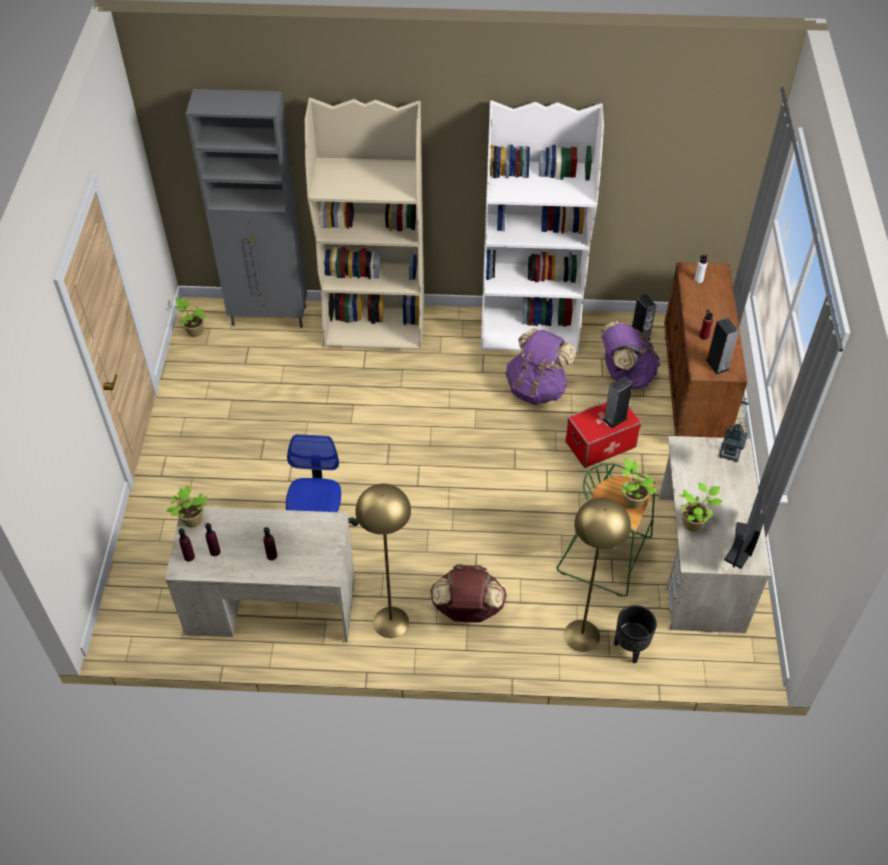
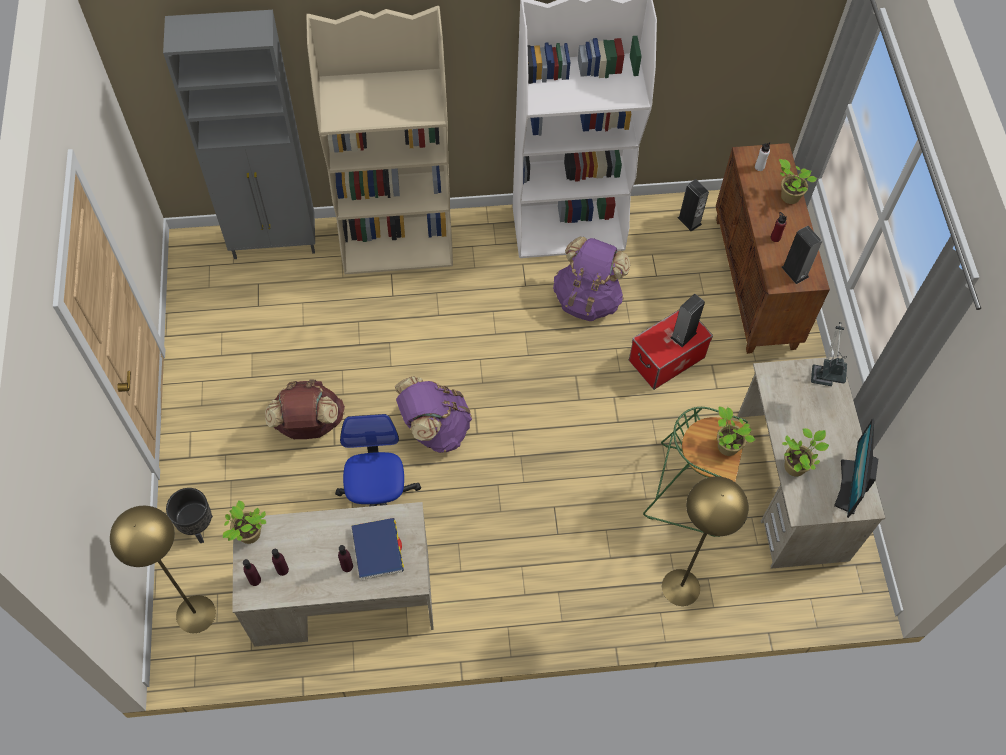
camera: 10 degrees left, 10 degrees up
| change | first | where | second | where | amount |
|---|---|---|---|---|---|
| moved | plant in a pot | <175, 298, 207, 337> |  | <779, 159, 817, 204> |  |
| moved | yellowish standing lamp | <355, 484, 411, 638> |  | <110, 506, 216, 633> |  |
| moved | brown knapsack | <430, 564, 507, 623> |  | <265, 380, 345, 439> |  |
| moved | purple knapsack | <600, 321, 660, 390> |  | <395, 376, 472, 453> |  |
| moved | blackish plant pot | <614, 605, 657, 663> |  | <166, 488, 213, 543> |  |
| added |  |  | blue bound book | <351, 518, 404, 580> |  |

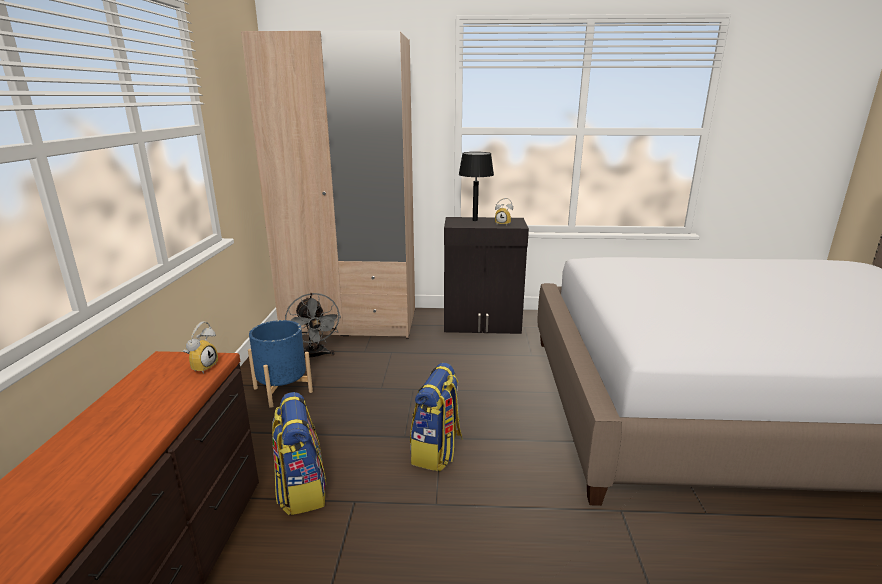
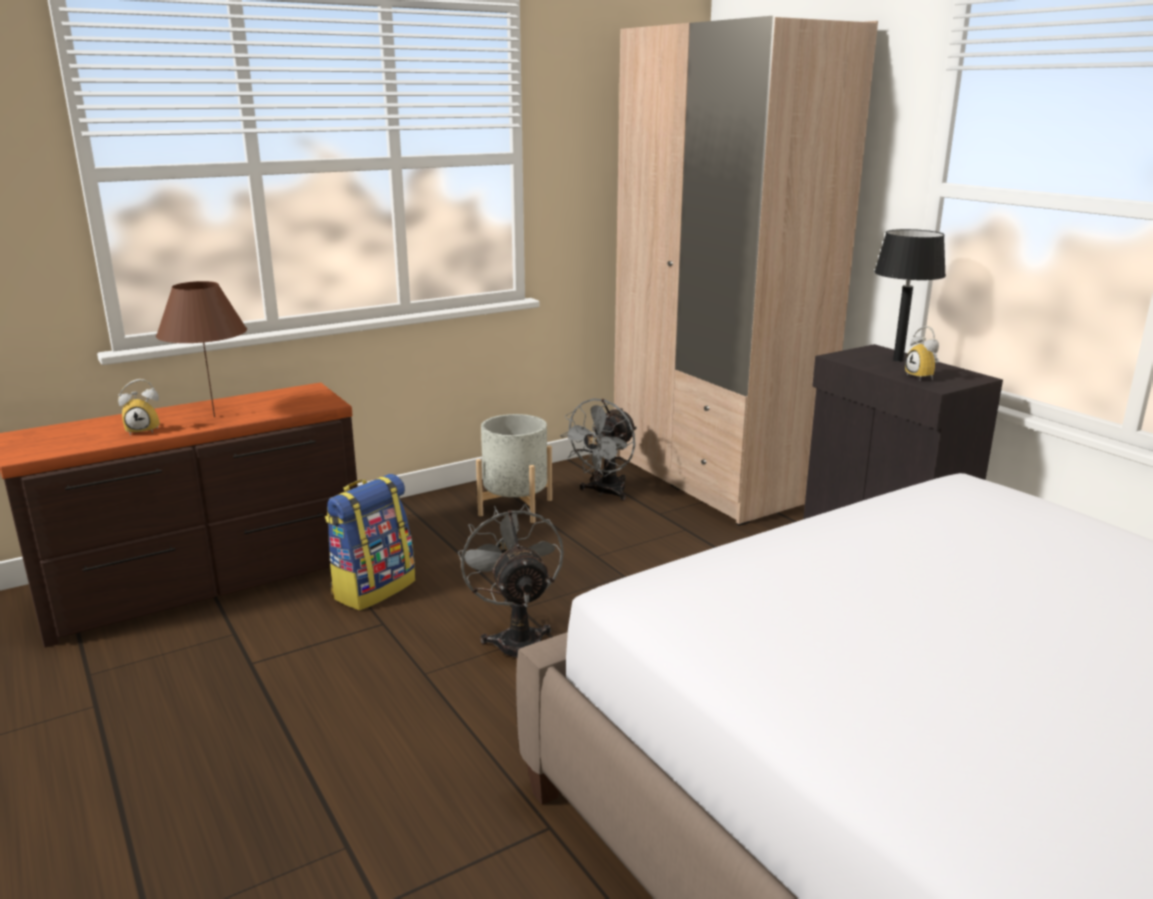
camera: 55 degrees right, 0 degrees up
| change | first | where | second | where | amount |
|---|---|---|---|---|---|
| moved | alarm clock | <183, 321, 218, 374> |  | <118, 379, 160, 436> |  |
| recoloured | blue plant pot | <248, 320, 313, 408> | gray plant pot | <476, 414, 552, 523> |  |
| replaced | knapsack | <410, 363, 463, 471> | gray cooling fan | <458, 504, 564, 658> |  |
| added |  |  | brown table lamp | <156, 281, 247, 417> |  |

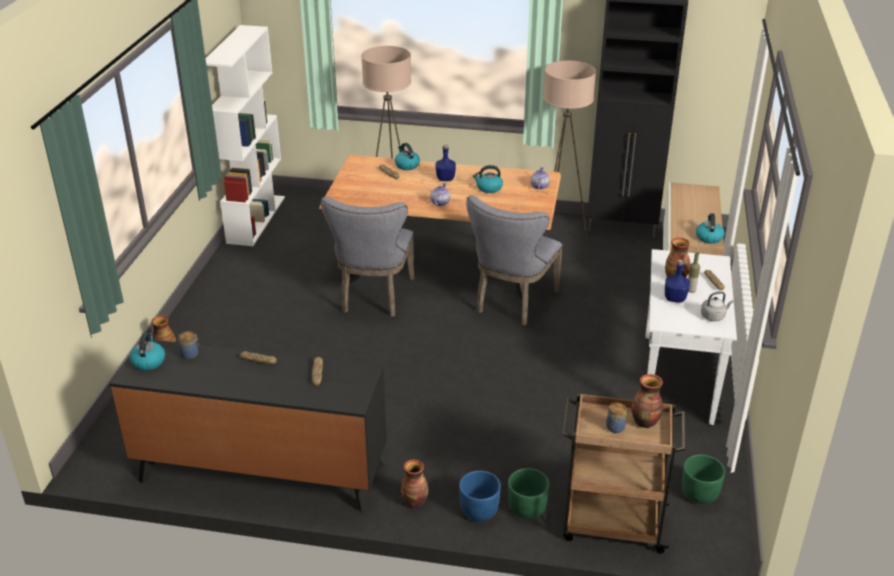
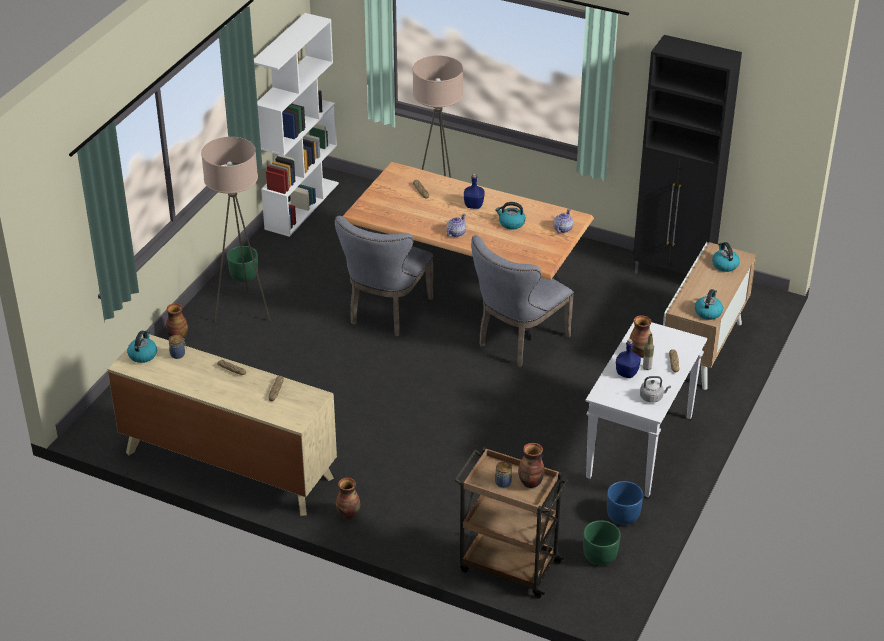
camera: 15 degrees right, 5 degrees up
| change | first | where | second | where | amount |
|---|---|---|---|---|---|
| recoloured | blackish chest of drawers | <109, 339, 387, 513> | sand-coloured chest of drawers | <107, 334, 337, 516> |  |
| moved | kettle | <395, 143, 420, 170> |  | <712, 242, 740, 272> |  |
| moved | blue plant pot | <459, 471, 501, 521> |  | <607, 481, 643, 525> |  |
| moved | green-coloured plant pot | <508, 468, 550, 519> |  | <227, 246, 258, 282> |  |
| moved | sand-coloured standing lamp | <542, 61, 596, 240> |  | <201, 137, 271, 323> |  |

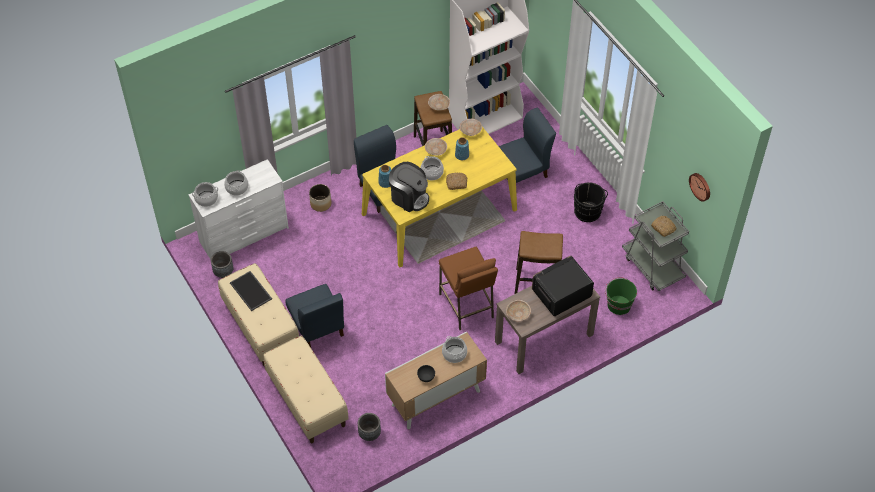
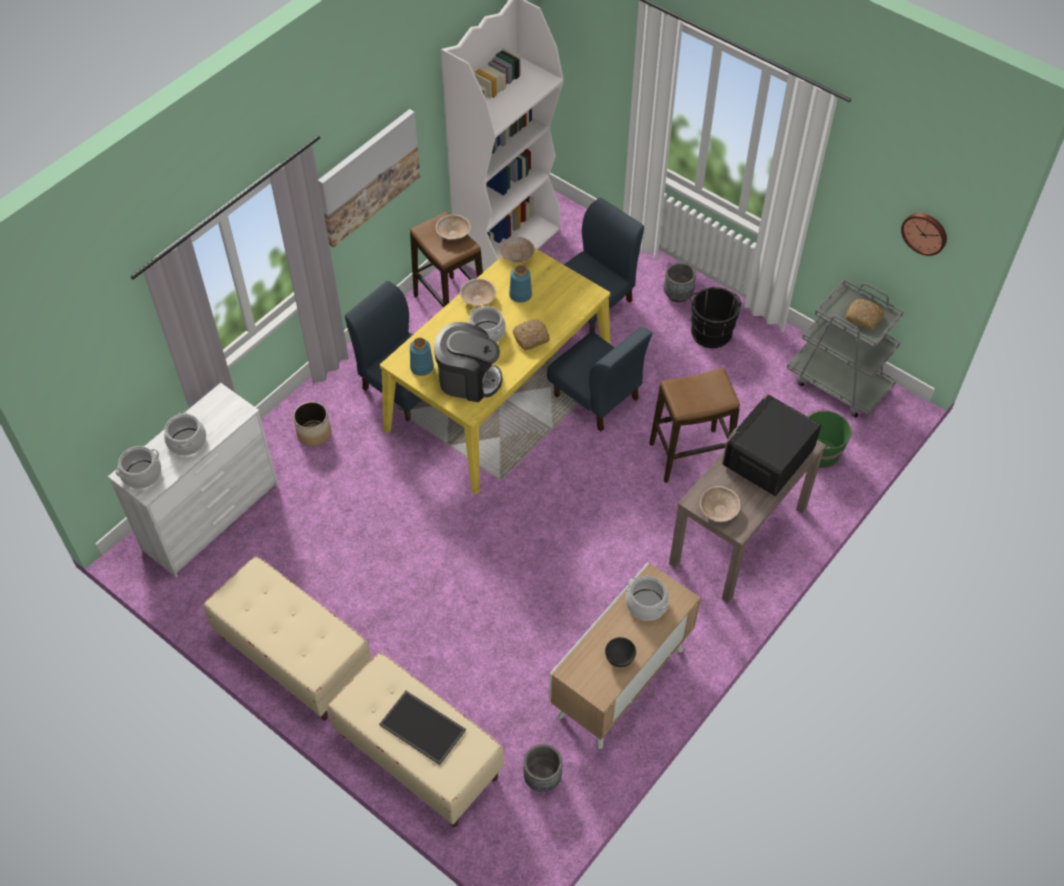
camera: 20 degrees left, 0 degrees up
| change | first | where | second | where | amount |
|---|---|---|---|---|---|
| moved | gray plant pot | <211, 251, 234, 278> |  | <664, 262, 696, 302> |  |
| moved | serving tray | <230, 271, 272, 311> |  | <379, 691, 466, 765> |  |
| moved | blue upright chair | <286, 284, 344, 347> |  | <547, 326, 652, 432> |  |
| removed | brown stool | <439, 247, 498, 330> |  |  |  |
| added |  |  | picture | <318, 109, 420, 248> |  |

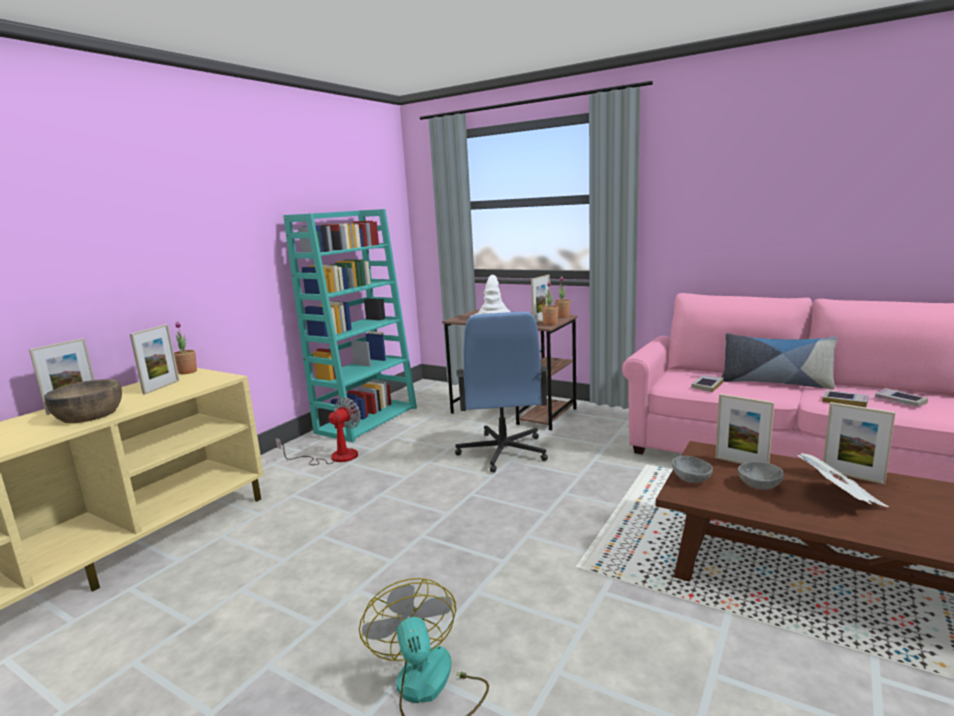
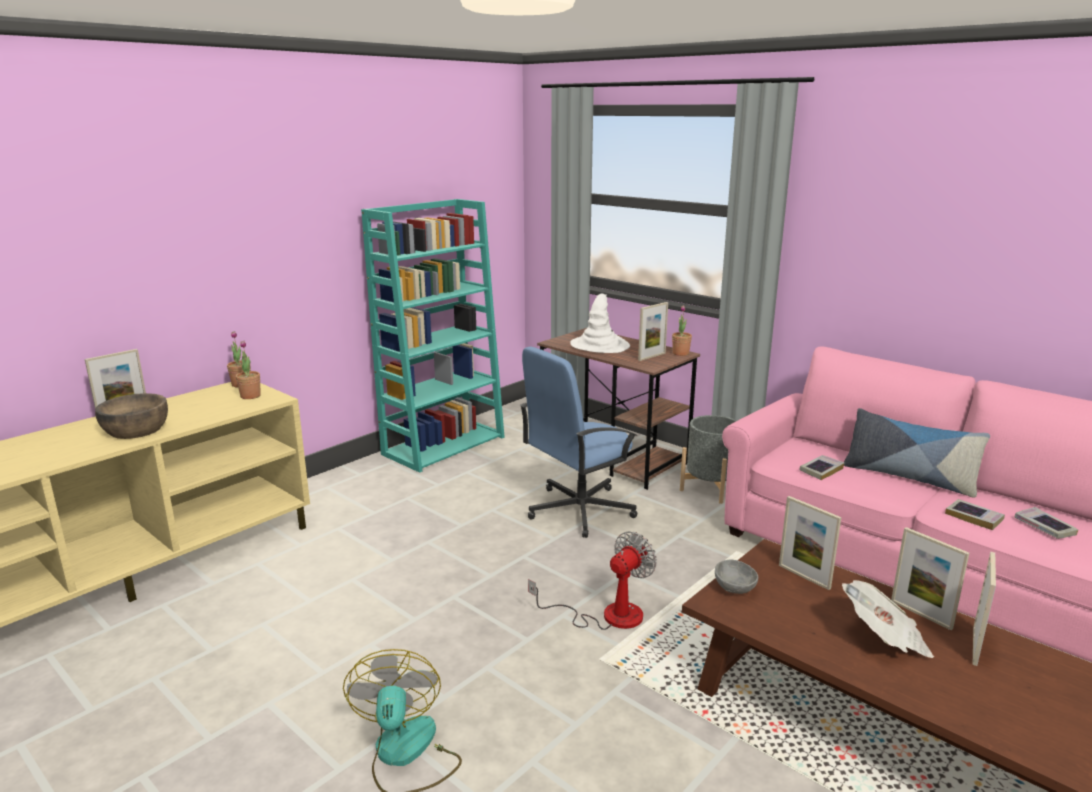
camera: 10 degrees right, 5 degrees up
| change | first | where | second | where | amount |
|---|---|---|---|---|---|
| moved | standing frame | <130, 324, 179, 395> |  | <972, 552, 996, 666> |  |
| moved | cooling fan | <275, 397, 361, 465> |  | <528, 531, 657, 630> |  |
| turned | blue office chair | <455, 312, 548, 473> |  | <520, 347, 637, 538> | 45 degrees clockwise |
| moved | plant in a pot | <542, 281, 558, 325> |  | <236, 340, 261, 399> |  |
| removed | gray bowl | <738, 462, 784, 490> |  |  |  |
| added |  |  | gray plant pot | <680, 415, 737, 504> |  |

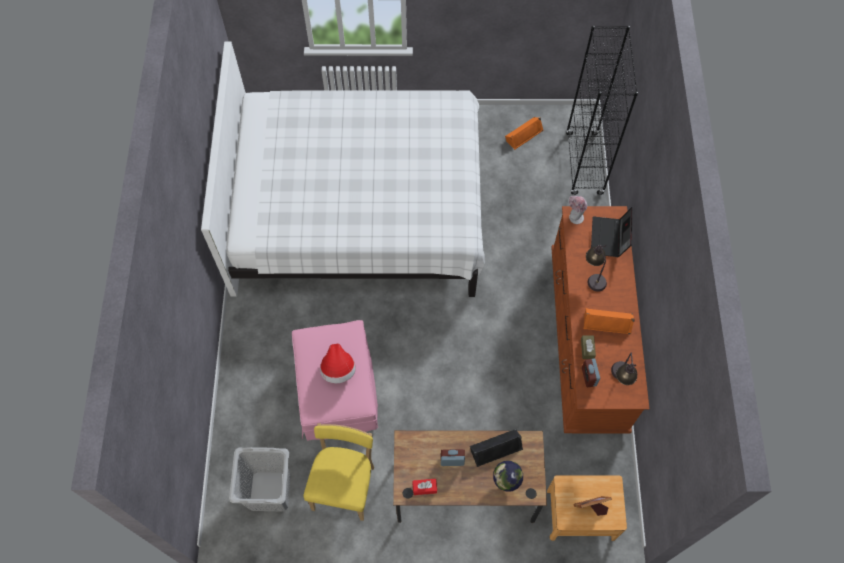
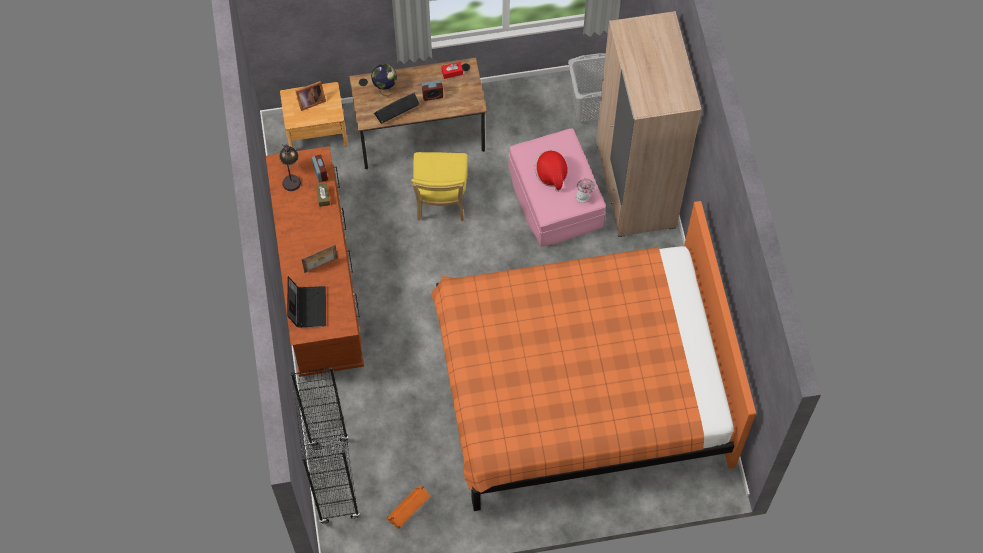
camera: 170 degrees right, 0 degrees up
| change | first | where | second | where | amount |
|---|---|---|---|---|---|
| recoloured | white-coloured sleeping bed | <201, 41, 485, 297> | orange sleeping bed | <431, 201, 756, 511> |  |
| moved | yellowish upright chair | <304, 423, 374, 521> |  | <411, 152, 468, 221> |  |
| moved | hat | <569, 196, 587, 224> |  | <575, 178, 596, 203> |  |
| removed | orange loudspeaker | <584, 308, 635, 334> |  |  |  |
| replaced | table lamp | <586, 245, 607, 292> | standing frame | <301, 245, 338, 273> |  |
| added |  |  | sand-coloured armoire | <596, 11, 702, 237> |  |

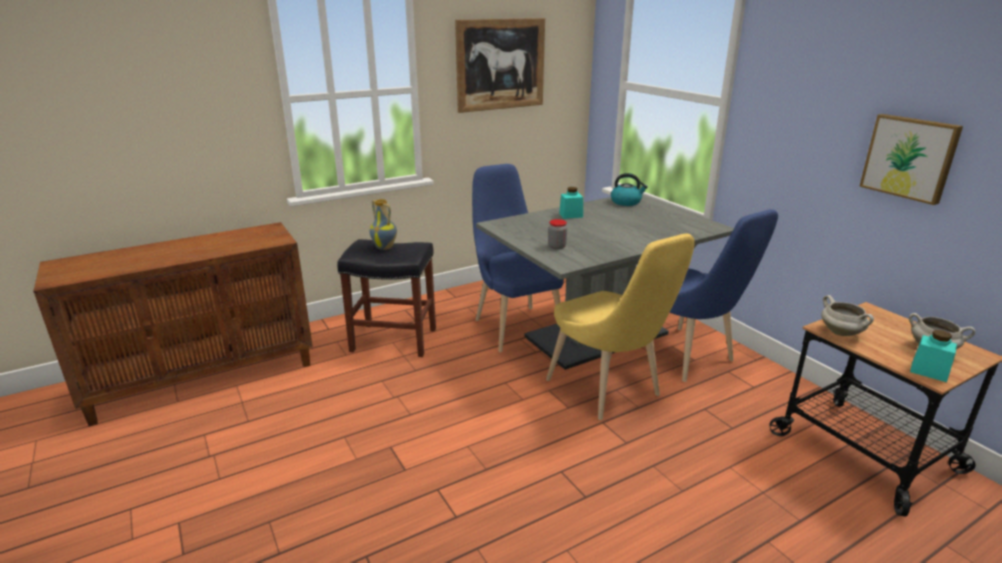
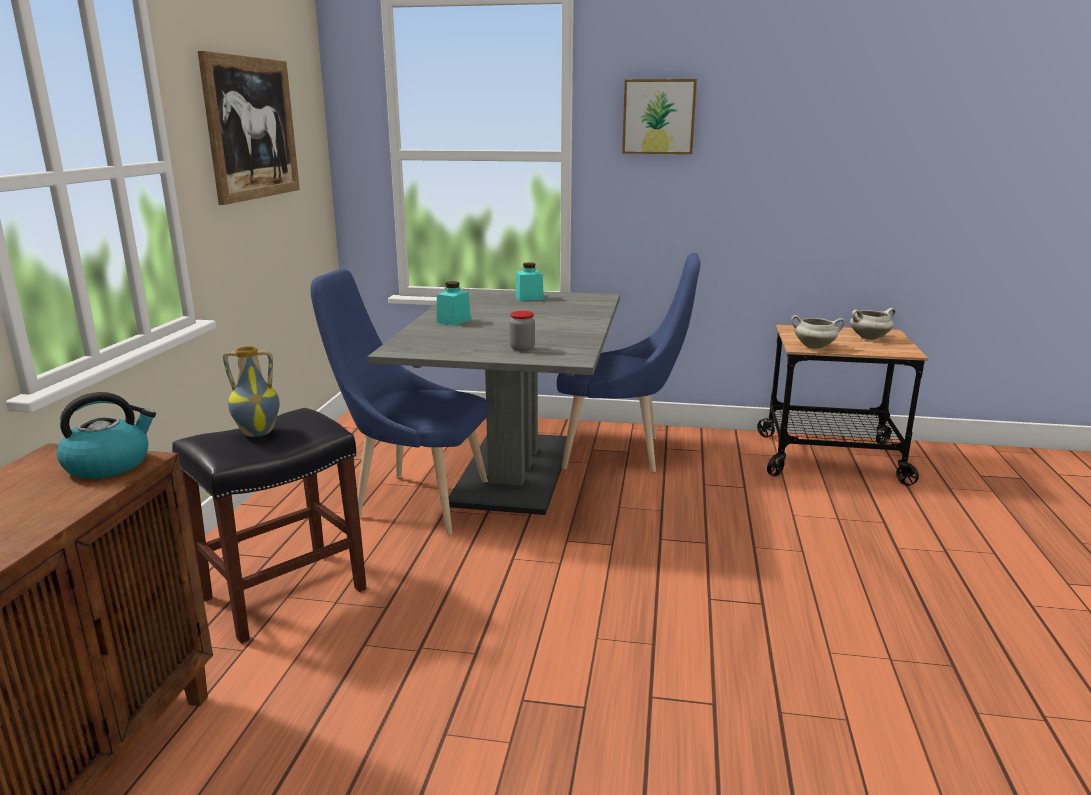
camera: 50 degrees left, 5 degrees down
| change | first | where | second | where | amount |
|---|---|---|---|---|---|
| removed | yellowish upright chair | <546, 233, 695, 420> |  |  |  |
| moved | kettle | <611, 173, 648, 206> |  | <57, 392, 156, 479> |  |
| moved | picture | <859, 114, 963, 205> |  | <622, 79, 697, 154> |  |
| moved | turquoise-coloured storage jar | <910, 330, 957, 382> |  | <516, 262, 544, 301> |  |

